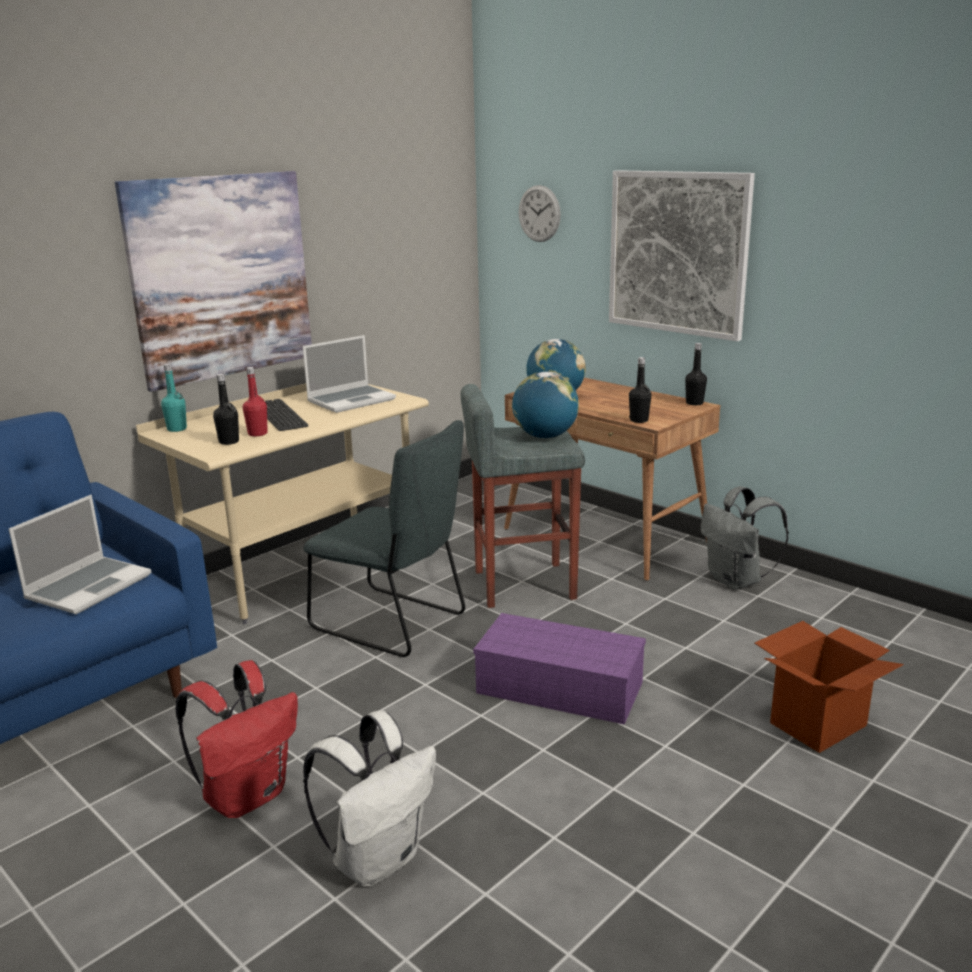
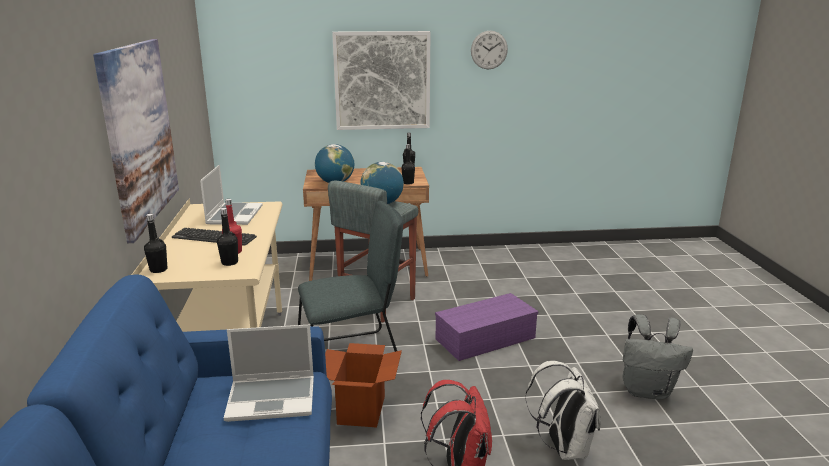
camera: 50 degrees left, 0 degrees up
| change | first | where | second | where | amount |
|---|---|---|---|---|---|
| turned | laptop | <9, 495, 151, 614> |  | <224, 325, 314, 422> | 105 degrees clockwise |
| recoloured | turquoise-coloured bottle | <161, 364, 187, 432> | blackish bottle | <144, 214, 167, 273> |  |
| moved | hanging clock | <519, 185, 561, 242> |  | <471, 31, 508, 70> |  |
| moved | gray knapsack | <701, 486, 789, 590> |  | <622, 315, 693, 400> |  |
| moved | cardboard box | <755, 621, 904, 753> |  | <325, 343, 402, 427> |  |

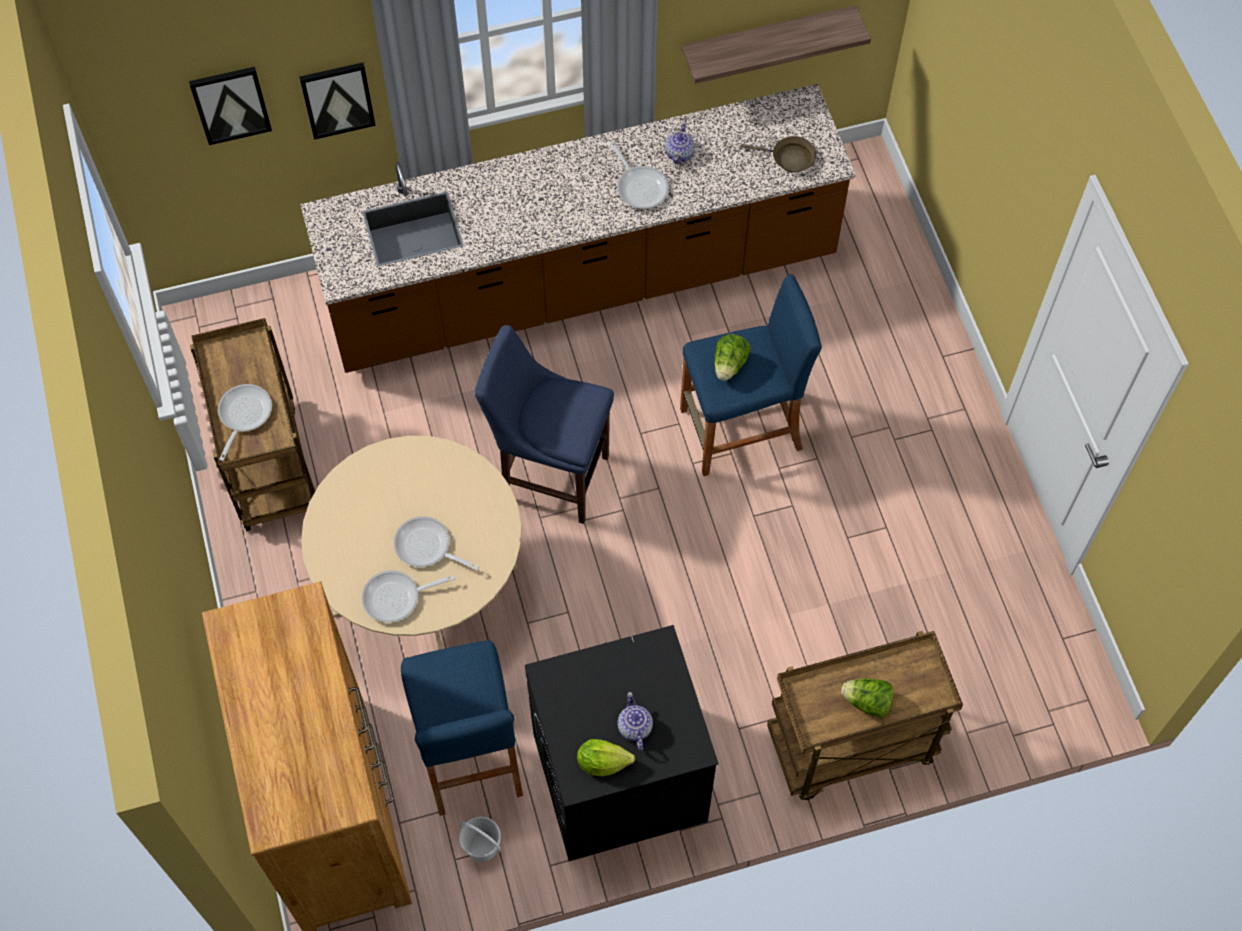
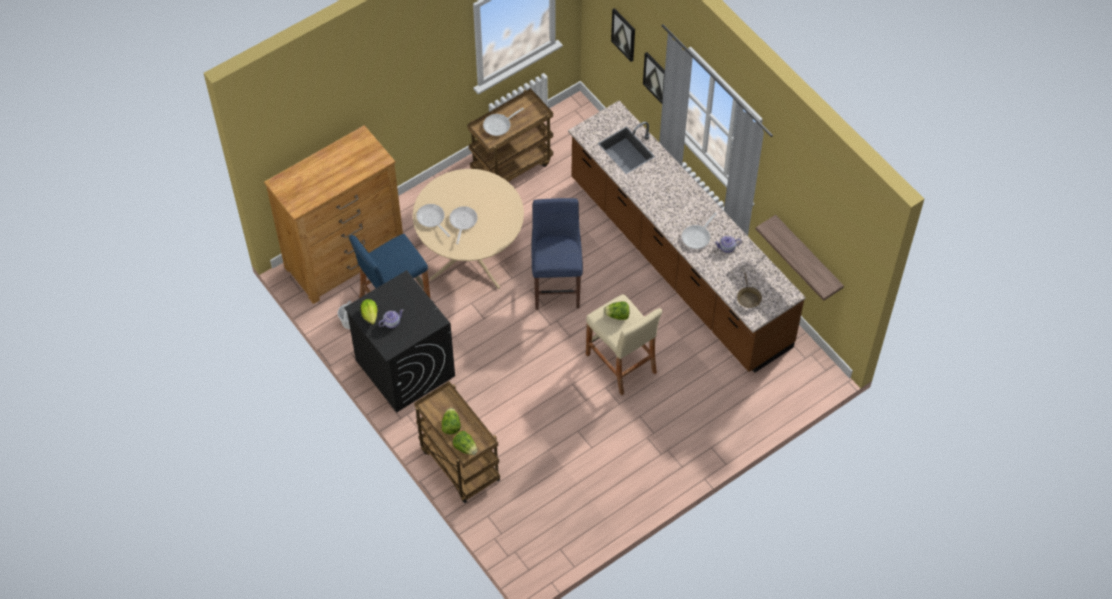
camera: 70 degrees right, 5 degrees down
| change | first | where | second | where | amount |
|---|---|---|---|---|---|
| turned | skillet | <218, 384, 272, 461> |  | <483, 108, 524, 136> | 150 degrees clockwise |
| recoloured | blue stool | <680, 274, 822, 476> | sand-coloured stool | <586, 294, 663, 395> |  |
| added |  |  | head of lettuce | <453, 431, 477, 455> |  |

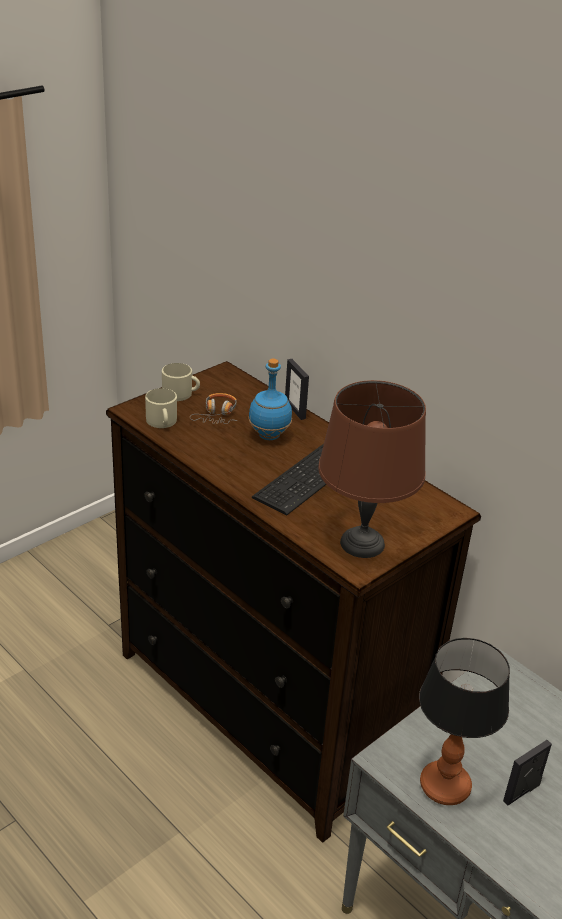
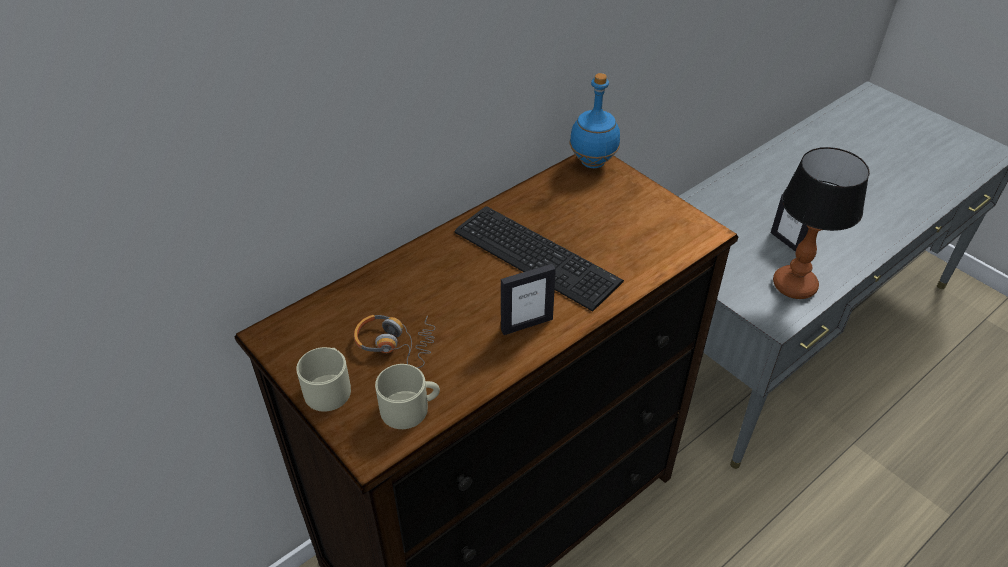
camera: 85 degrees left, 10 degrees up
| change | first | where | second | where | amount |
|---|---|---|---|---|---|
| moved | blue bottle | <248, 359, 292, 440> |  | <569, 73, 620, 168> |  |
| moved | standing frame | <285, 359, 309, 420> |  | <501, 264, 556, 335> |  |
| removed | brown table lamp | <318, 380, 426, 558> |  |  |  |

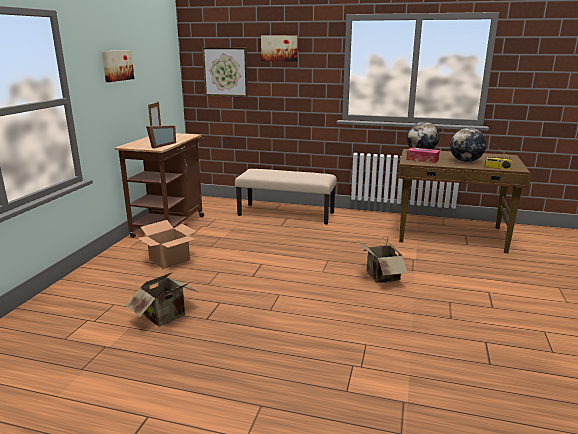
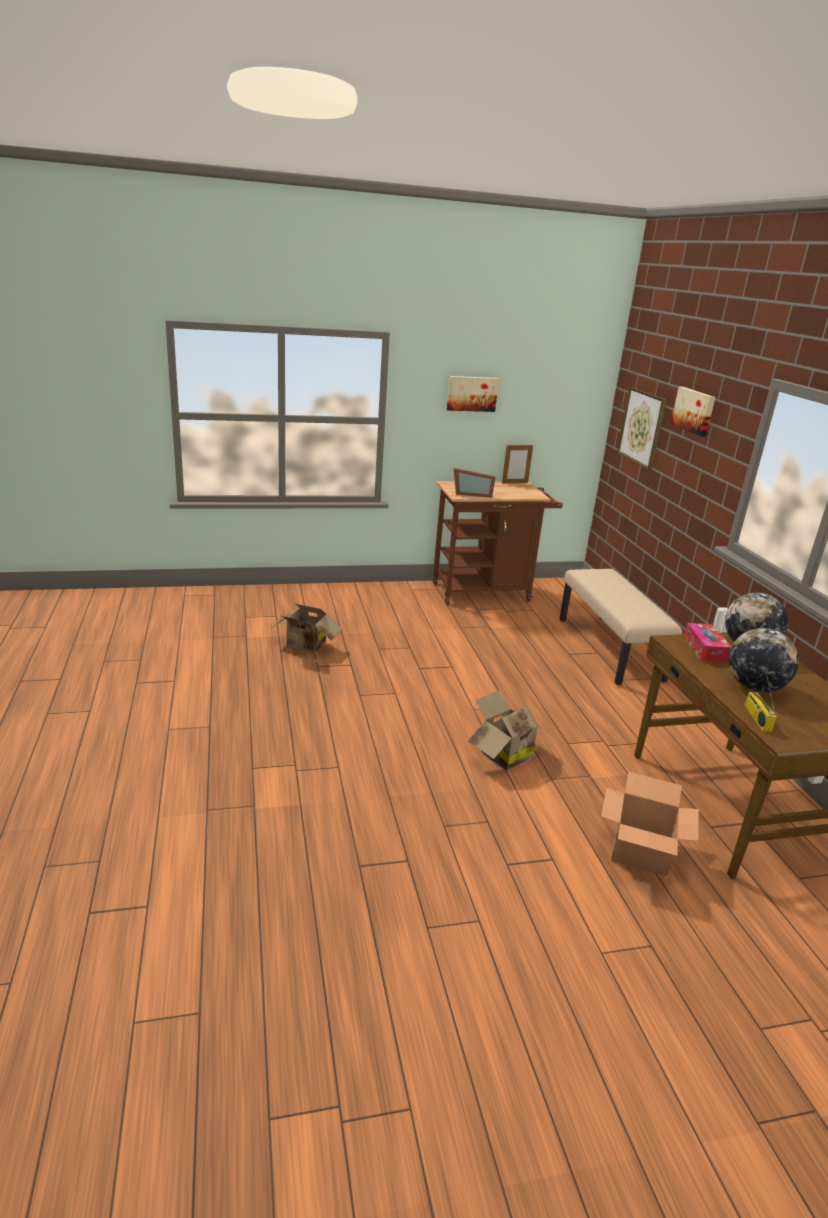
camera: 60 degrees right, 5 degrees up
| change | first | where | second | where | amount |
|---|---|---|---|---|---|
| moved | cardboard box | <138, 220, 196, 269> |  | <601, 772, 699, 877> |  |

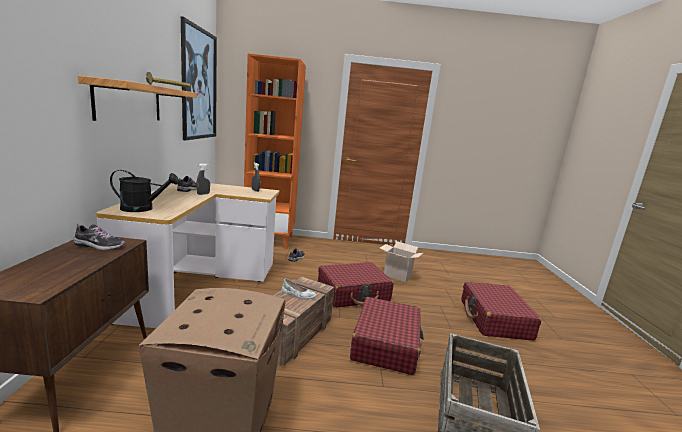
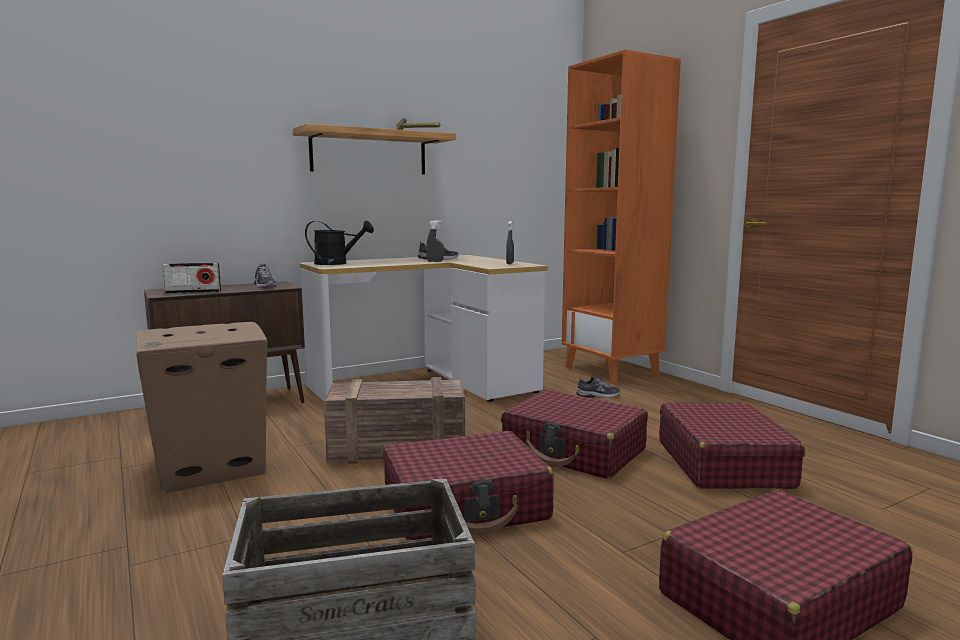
camera: 60 degrees right, 5 degrees down
| change | first | where | second | where | amount |
|---|---|---|---|---|---|
| turned | blackish sprinkling can | <110, 170, 179, 212> |  | <305, 220, 374, 265> | 45 degrees counterclockwise |
| removed | picture | <181, 17, 217, 140> |  |  |  |
| removed | white-coloured shoe | <282, 279, 317, 300> |  |  |  |
| replaced | cardboard box | <380, 241, 423, 282> | red travel case | <659, 402, 805, 489> |  |
| added |  |  | radio set | <162, 263, 221, 294> |  |

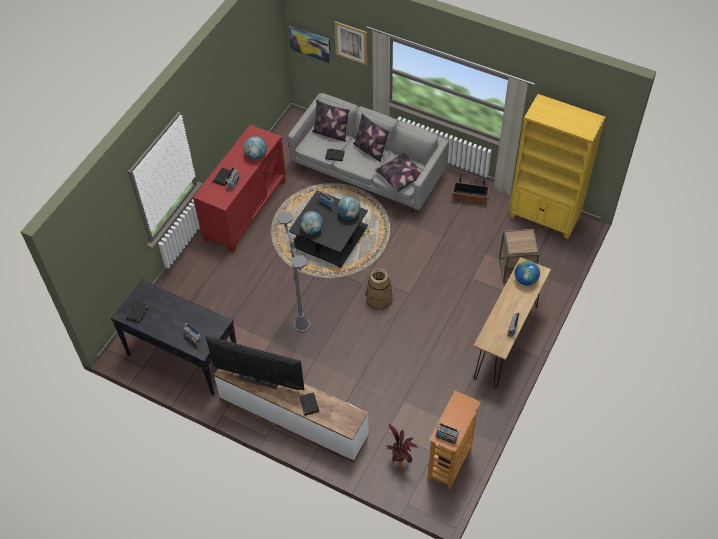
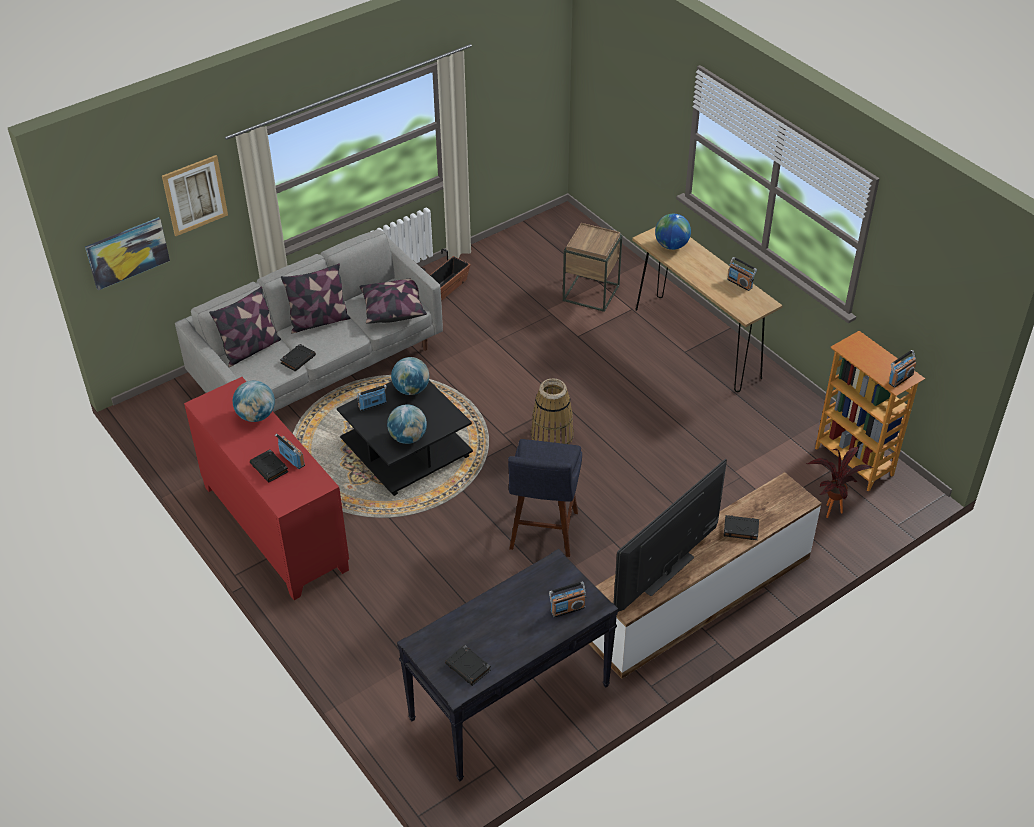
camera: 65 degrees left, 10 degrees down
| change | first | where | second | where | amount |
|---|---|---|---|---|---|
| replaced | gray standing lamp | <277, 212, 311, 333> | blue stool | <508, 439, 582, 557> |  |
| removed | yellowish bookcase | <509, 94, 606, 239> |  |  |  |

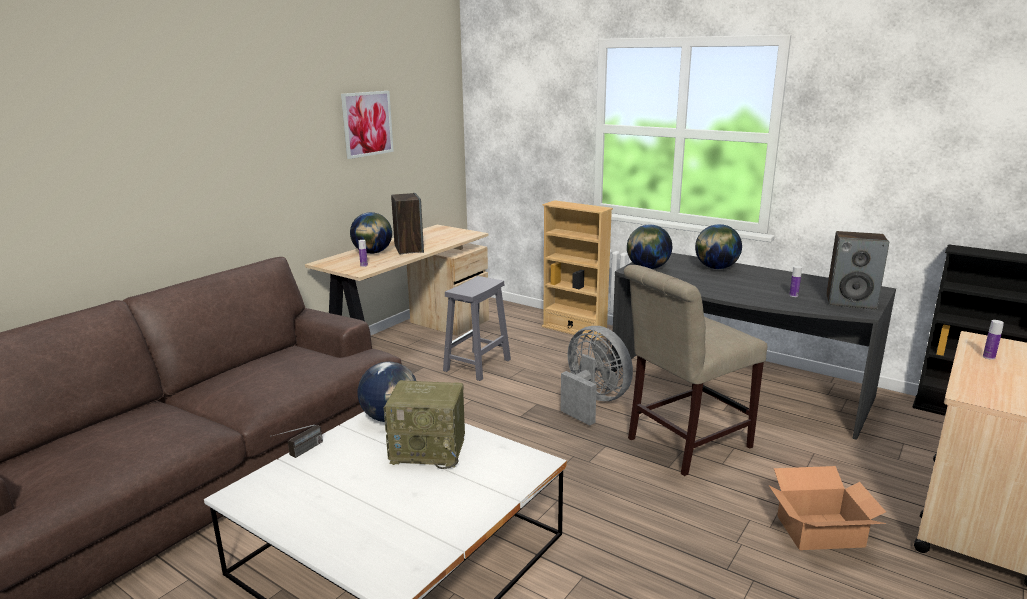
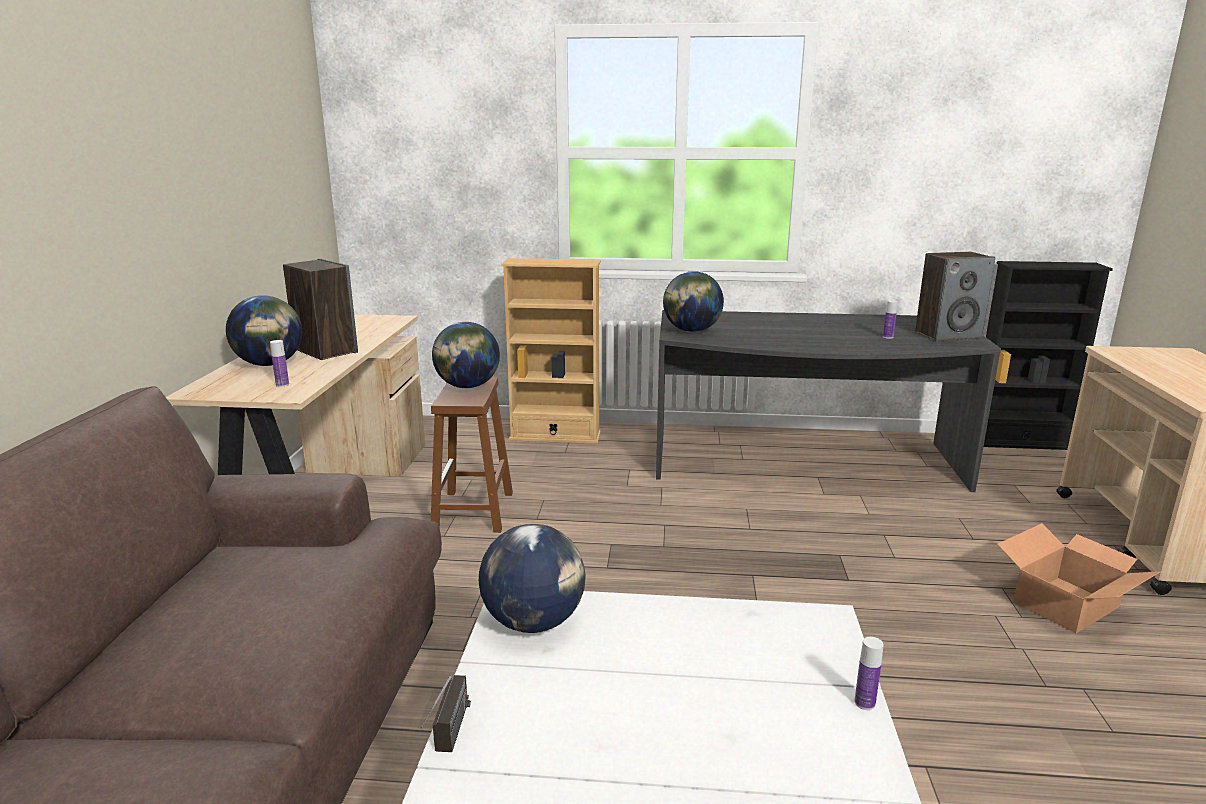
camera: 30 degrees left, 0 degrees up
| change | first | where | second | where | amount |
|---|---|---|---|---|---|
| removed | picture | <341, 91, 394, 159> |  |  |  |
| removed | radio set | <384, 380, 465, 469> |  |  |  |
| recoloured | gray stool | <443, 276, 511, 381> | brown stool | <431, 377, 513, 533> |  |
| removed | gray cooling fan | <561, 326, 633, 425> |  |  |  |
| removed | sand-coloured upright chair | <624, 265, 768, 476> |  |  |  |
| moved | desk globe | <695, 224, 742, 269> |  | <432, 322, 500, 388> |  |
| moved | bottle | <983, 320, 1004, 360> |  | <855, 637, 884, 710> |  |

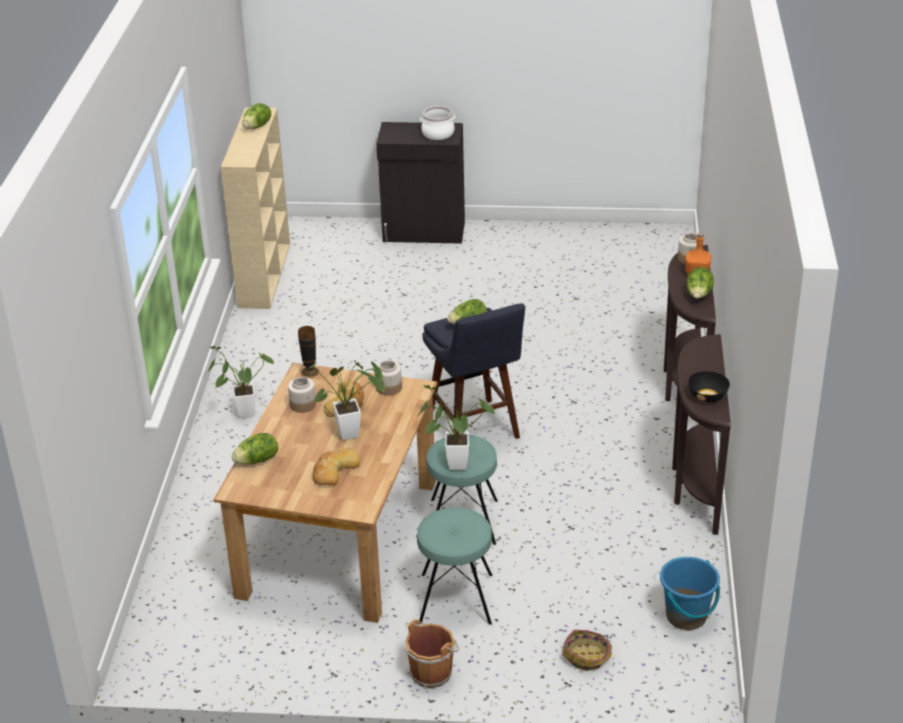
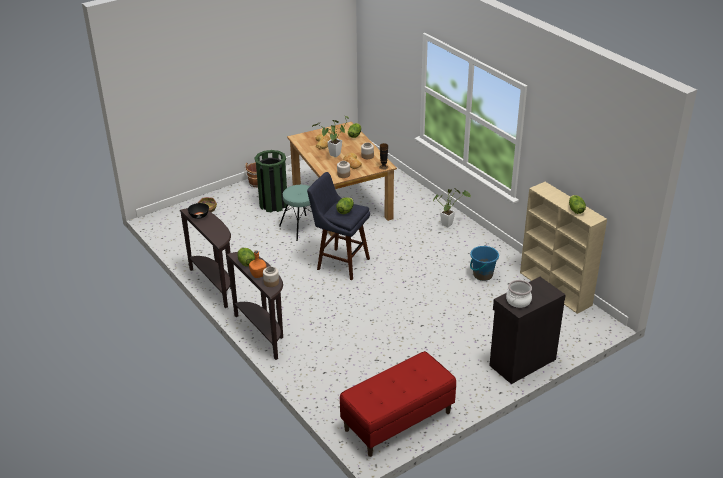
camera: 140 degrees right, 0 degrees up
| change | first | where | second | where | amount |
|---|---|---|---|---|---|
| replaced | turquoise-coloured stool | <417, 507, 492, 625> | green-coloured trash can | <255, 150, 287, 213> |  |
| removed | plant in a pot | <418, 385, 494, 470> |  |  |  |
| moved | blue pail | <660, 557, 720, 630> |  | <470, 246, 499, 281> |  |
| added |  |  | red long seat | <340, 351, 456, 457> |  |

